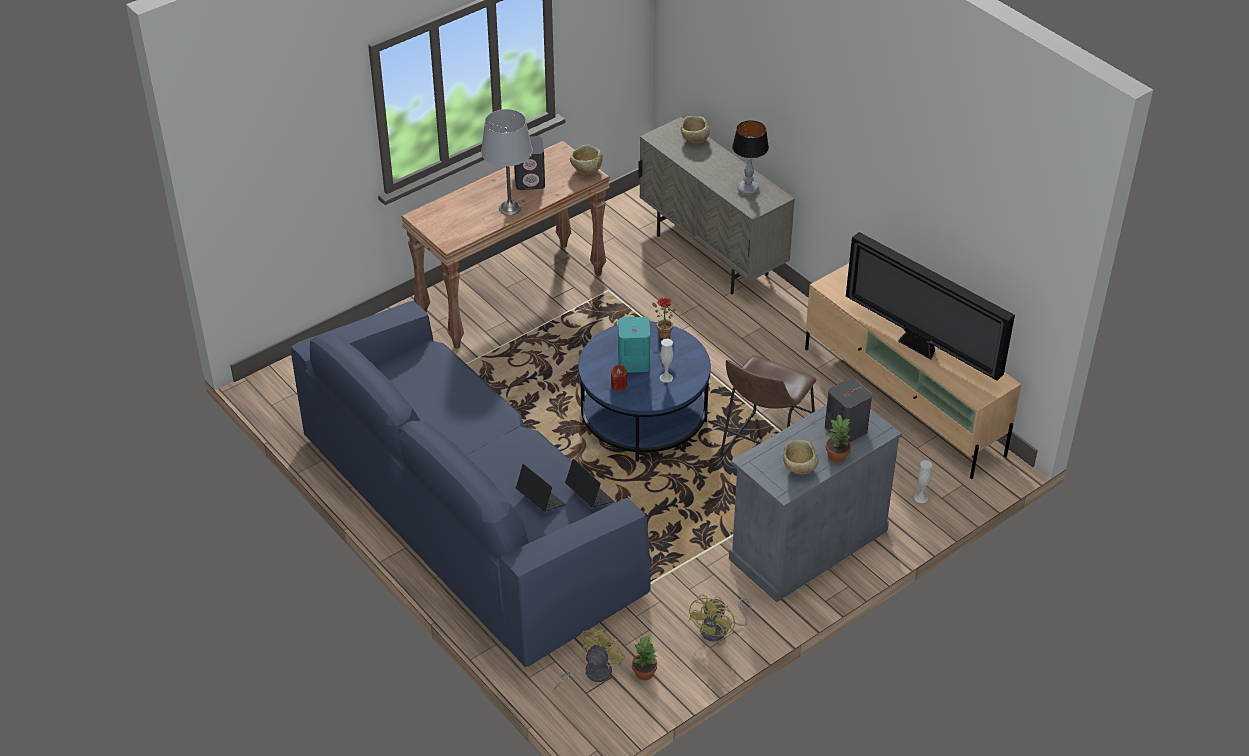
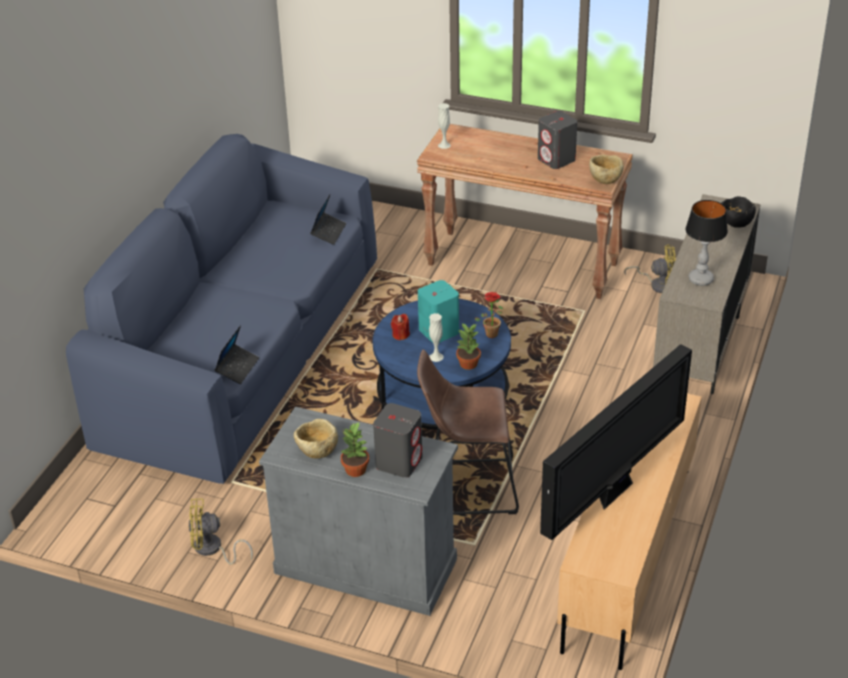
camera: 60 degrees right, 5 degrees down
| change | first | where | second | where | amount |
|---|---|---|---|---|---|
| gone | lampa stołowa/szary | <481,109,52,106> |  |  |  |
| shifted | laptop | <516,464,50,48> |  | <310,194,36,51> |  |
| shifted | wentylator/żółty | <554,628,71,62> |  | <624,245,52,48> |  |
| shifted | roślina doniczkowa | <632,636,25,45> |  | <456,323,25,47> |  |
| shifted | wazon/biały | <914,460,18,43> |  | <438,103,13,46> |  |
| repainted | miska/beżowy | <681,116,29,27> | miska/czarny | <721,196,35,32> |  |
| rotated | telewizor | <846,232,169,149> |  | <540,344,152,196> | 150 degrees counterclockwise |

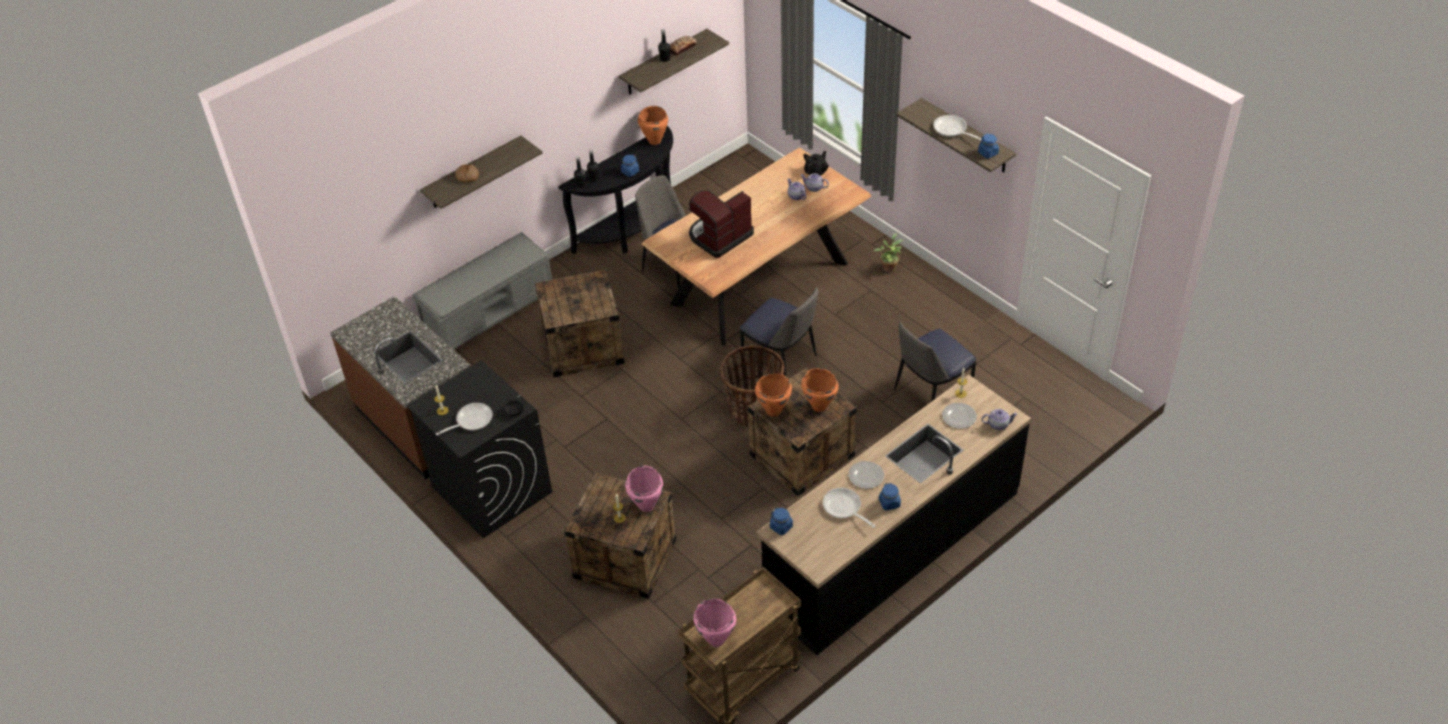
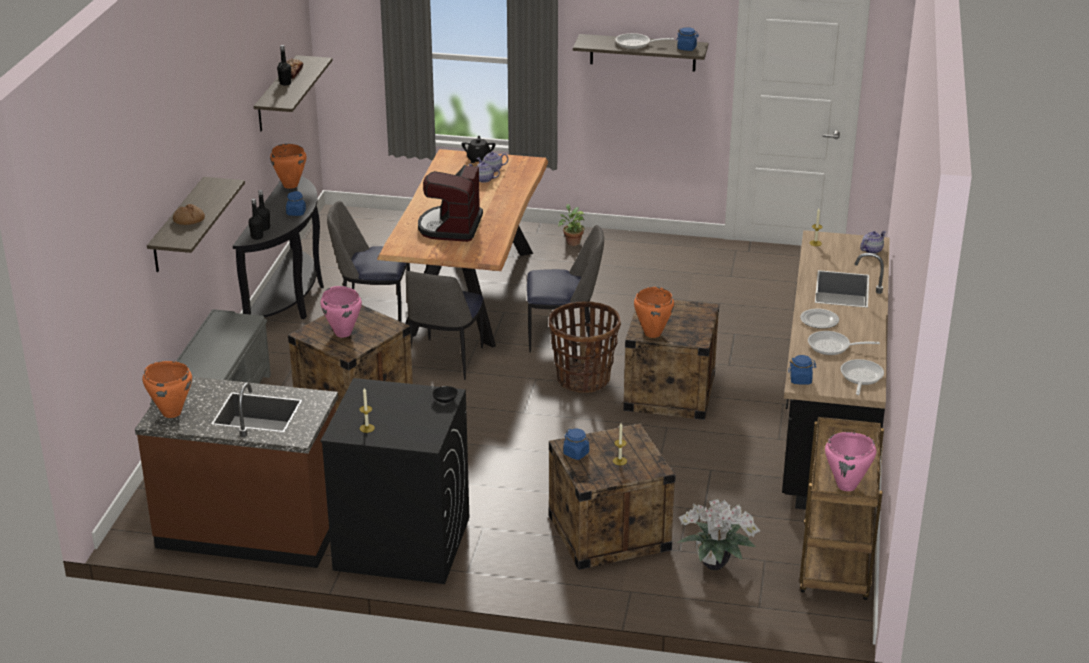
camera: 40 degrees left, 15 degrees down
| change | first | where | second | where | amount |
|---|---|---|---|---|---|
| gone | talerz | <942,403,35,26> |  |  |  |
| new |  |  | roślina doniczkowa | <677,499,83,71> |  |
| shifted | patelnia | <436,403,57,32> |  | <841,359,43,36> |  |
| shifted | garnek/różowy | <625,466,38,46> |  | <320,286,42,52> |  |
| shifted | garnek/pomarańczowy | <801,368,38,44> |  | <143,361,49,57> |  |
| shifted | słoik/niebieski | <879,483,22,28> |  | <563,429,26,31> |  |
| shifted | krzesło | <894,322,82,80> |  | <406,271,78,109> |  |

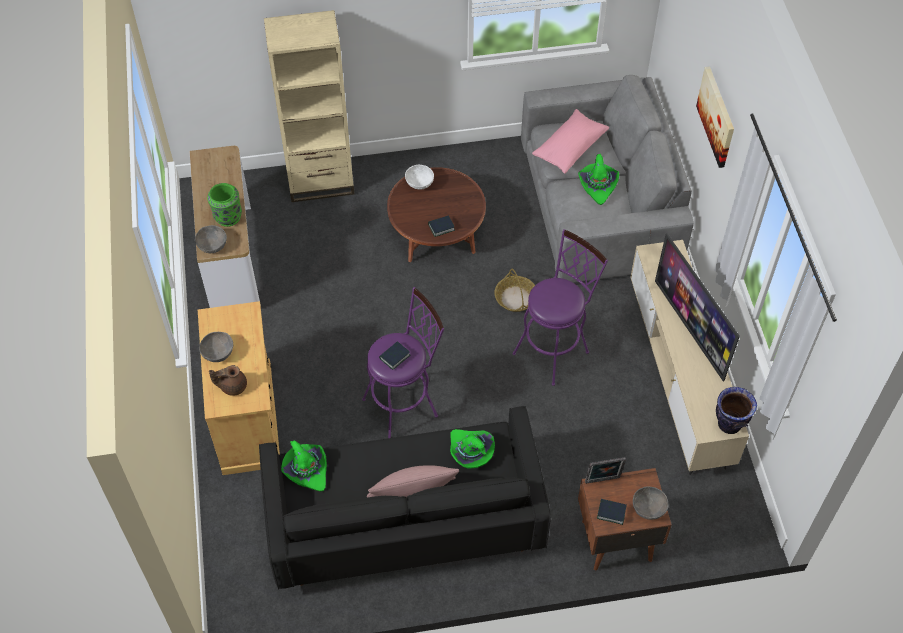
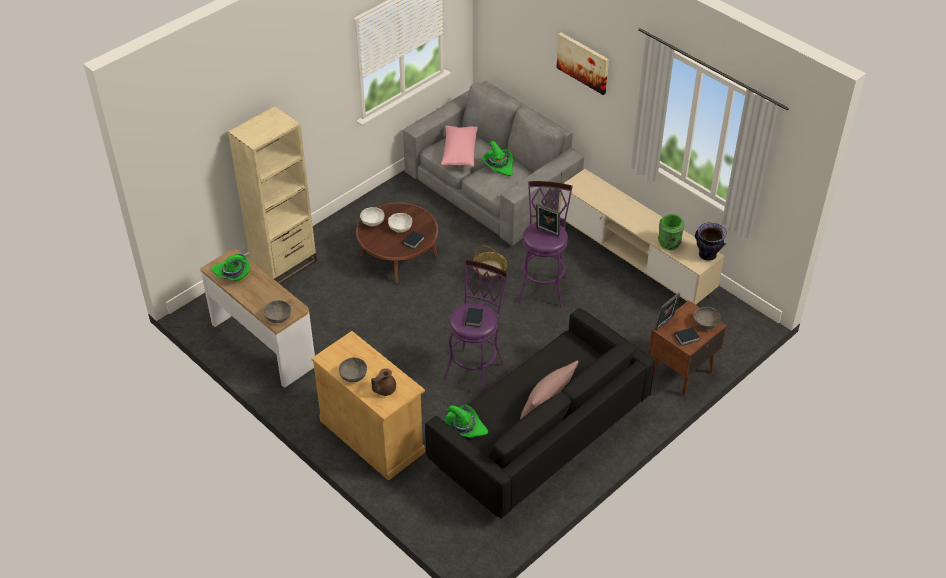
camera: 35 degrees left, 10 degrees down
| change | first | where | second | where | amount |
|---|---|---|---|---|---|
| gone | telewizor | <655,233,85,149> |  |  |  |
| new |  |  | miska/biały | <388,213,24,20> |  |
| new |  |  | ramka na zdjęcie | <536,204,24,33> |  |
| shifted | wazon/zielony | <207,183,35,44> |  | <658,214,27,36> |  |
| shifted | kapelusz/zielony | <450,429,45,40> |  | <211,254,40,27> |  |

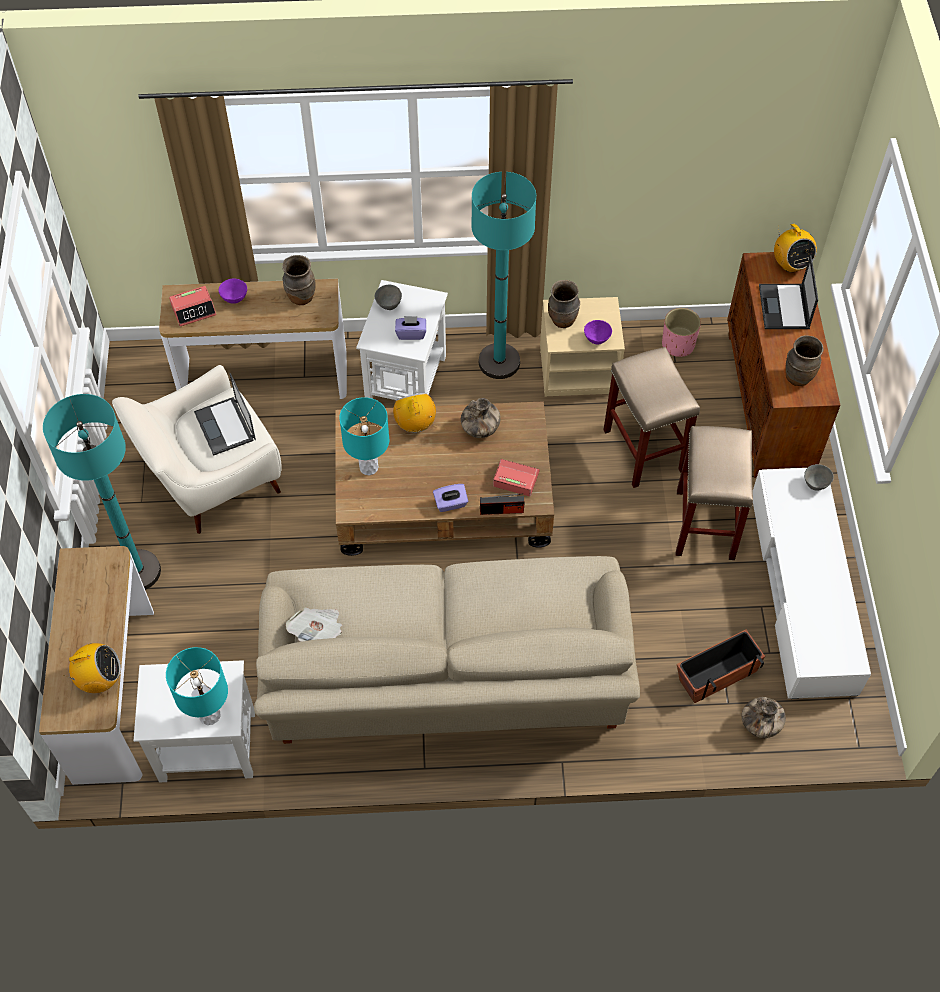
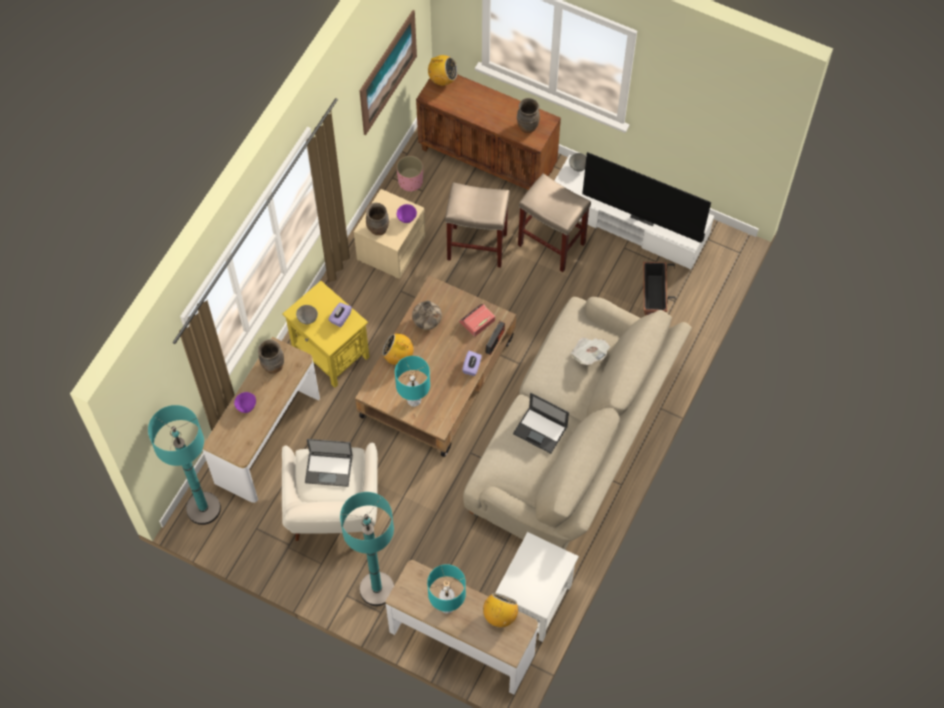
camera: 60 degrees left, 5 degrees up
| change | first | where | second | where | amount |
|---|---|---|---|---|---|
| gone | budzik | <169,286,47,40> |  |  |  |
| gone | wazon | <742,697,44,41> |  |  |  |
| new |  |  | obraz | <359,10,58,125> |  |
| new |  |  | telewizor | <582,152,129,91> |  |
| shifted | lampa stołowa/turkusowy | <166,647,62,78> |  | <427,564,39,50> |  |
| shifted | gazeta | <286,608,56,34> |  | <570,337,40,28> |  |
| shifted | lampa stojąca/turkusowy | <471,172,65,207> |  | <148,405,73,120> |  |
| shifted | laptop | <759,255,59,74> |  | <513,393,56,61> |  |
| repainted | stolik/biały | <356,280,92,120> | stolik/żółty | <282,281,87,107> |  |

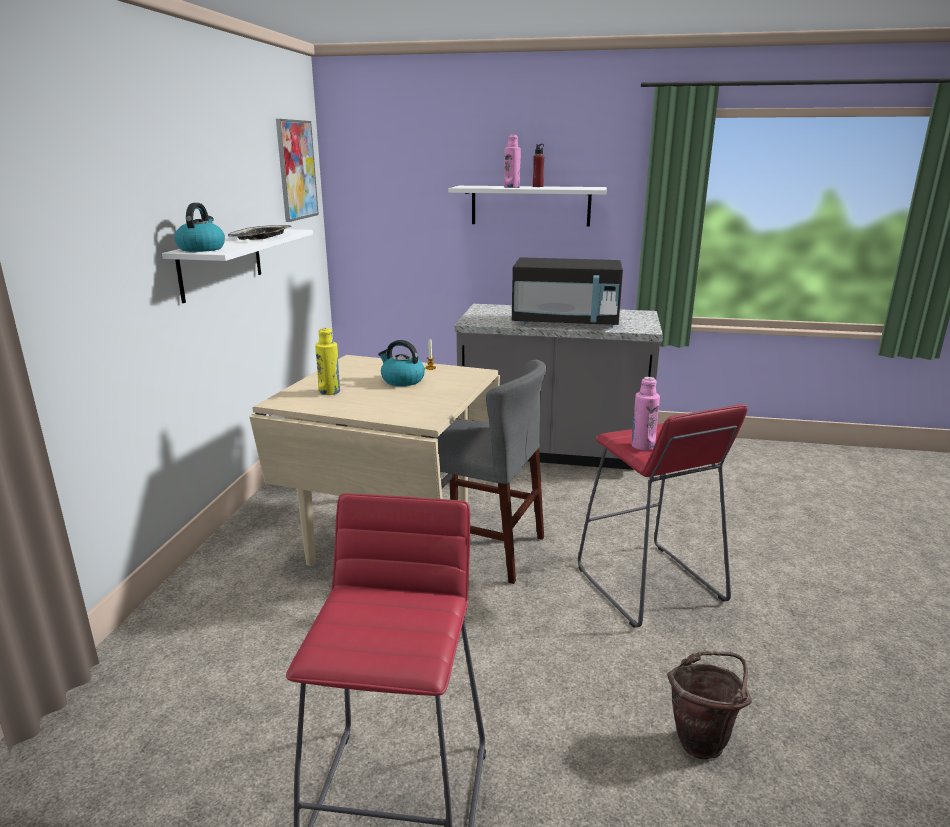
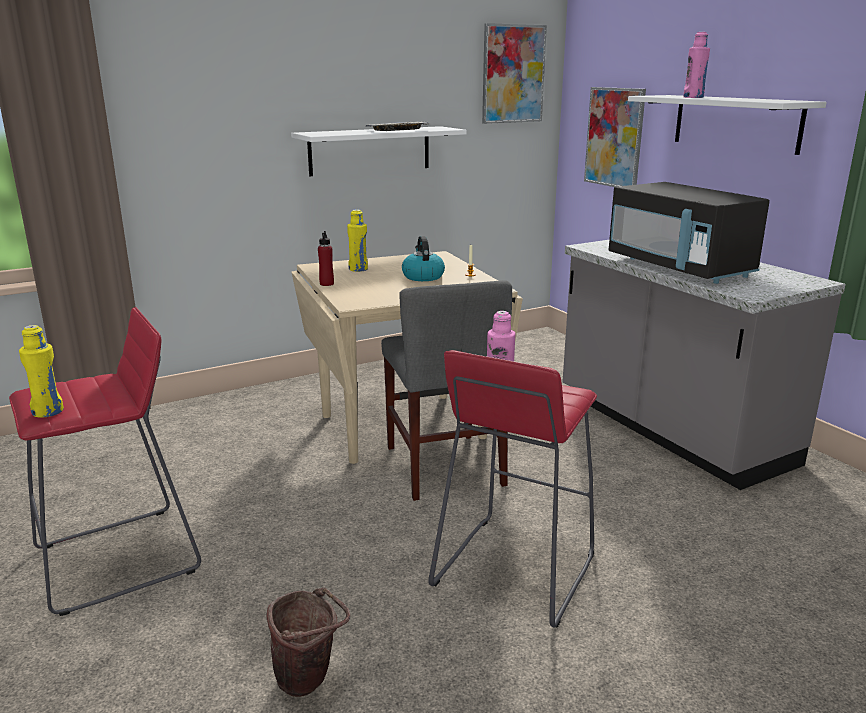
camera: 50 degrees right, 0 degrees up
| change | first | where | second | where | amount |
|---|---|---|---|---|---|
| gone | czajnik | <175,203,50,49> |  |  |  |
| new |  |  | butelka/żółty | <19,325,45,93> |  |
| new |  |  | obraz | <584,87,62,100> |  |
| shifted | butelka/czerwony | <533,144,11,43> |  | <318,231,16,55> |  |

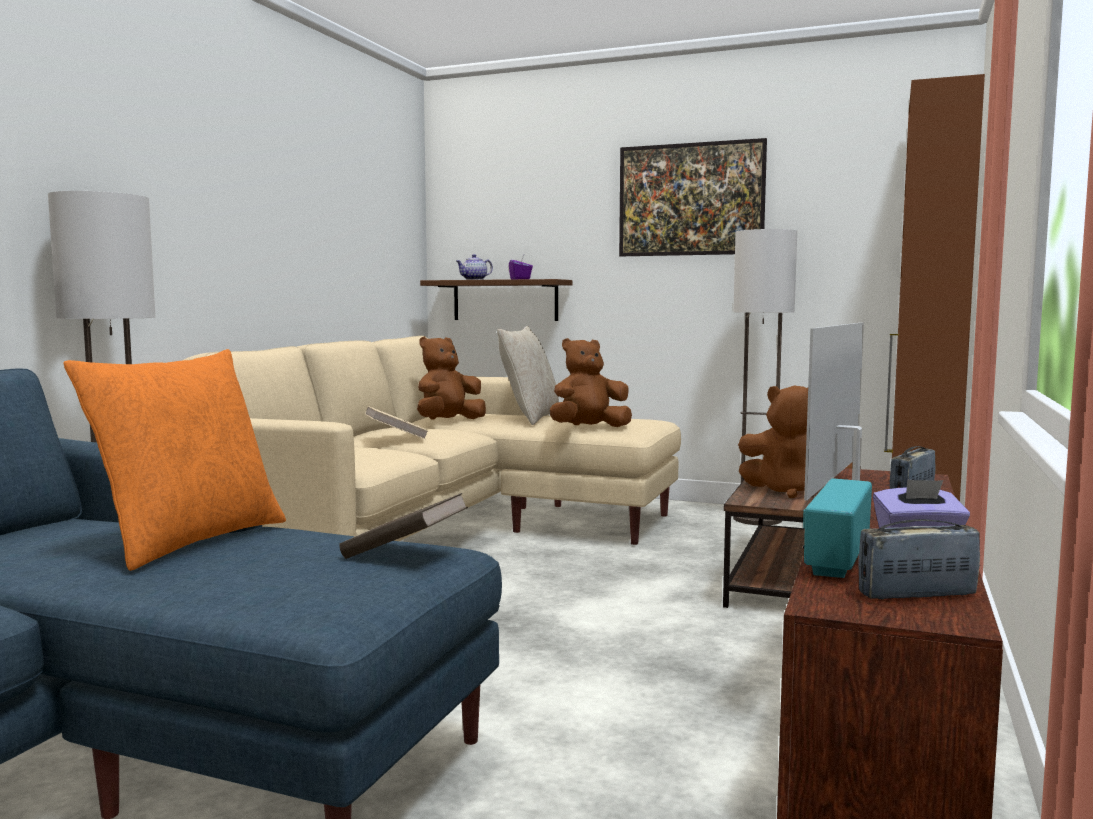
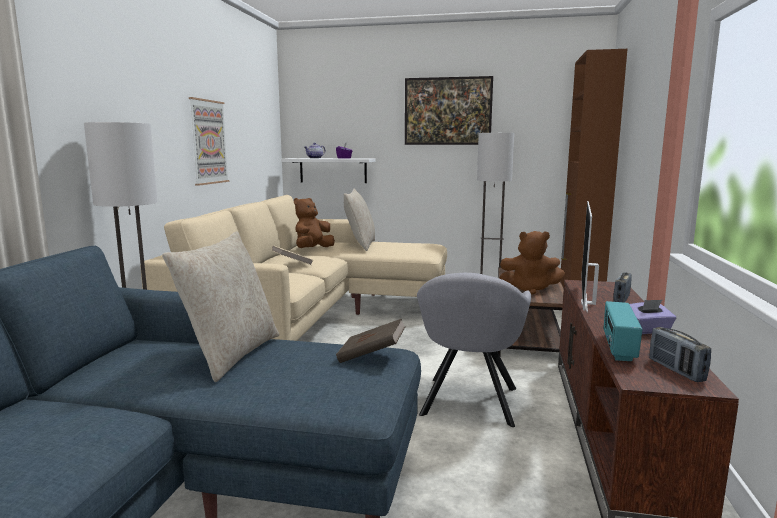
camera: 10 degrees left, 5 degrees up
| change | first | where | second | where | amount |
|---|---|---|---|---|---|
| gone | pluszak/brązowy | <550,338,82,89> |  |  |  |
| new |  |  | obraz | <189,97,40,89> |  |
| new |  |  | fotel/szary | <417,273,114,154> |  |
| repainted | poduszka/pomarańczowy | <63,349,223,222> | poduszka/beżowy | <162,231,117,151> |  |
| repainted | półka/brązowy | <420,279,153,42> | półka/biały | <281,158,95,25> |  |
| rotated | radio | <859,519,121,81> |  | <649,327,62,55> | 90 degrees counterclockwise |

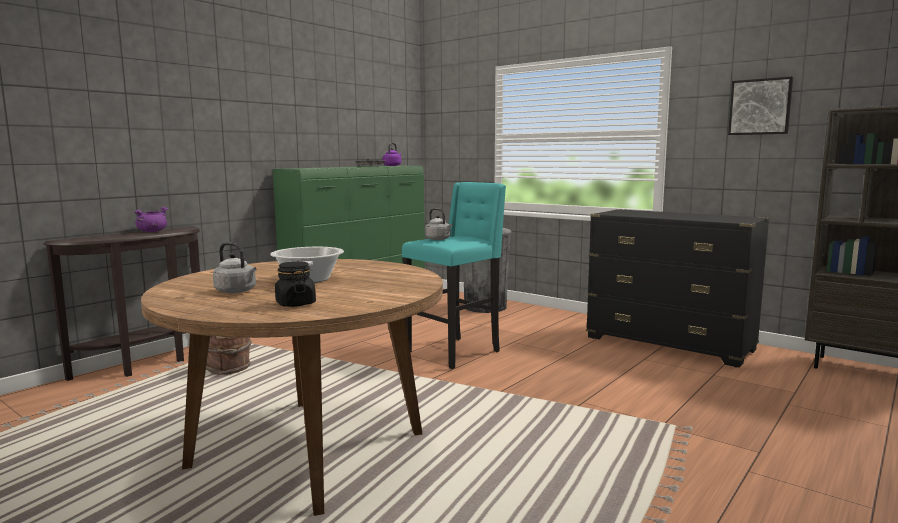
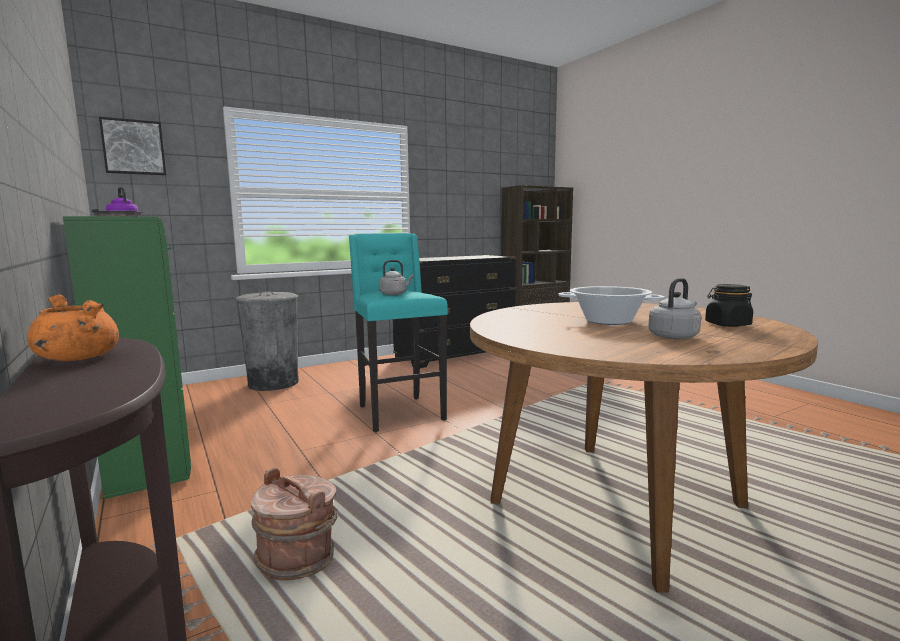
camera: 70 degrees left, 0 degrees up
| change | first | where | second | where | amount |
|---|---|---|---|---|---|
| shifted | obraz | <728,77,65,58> |  | <99,117,67,58> |  |
| repainted | garnek/fioletowy | <135,207,33,25> | garnek/pomarańczowy | <27,294,92,67> |  |

